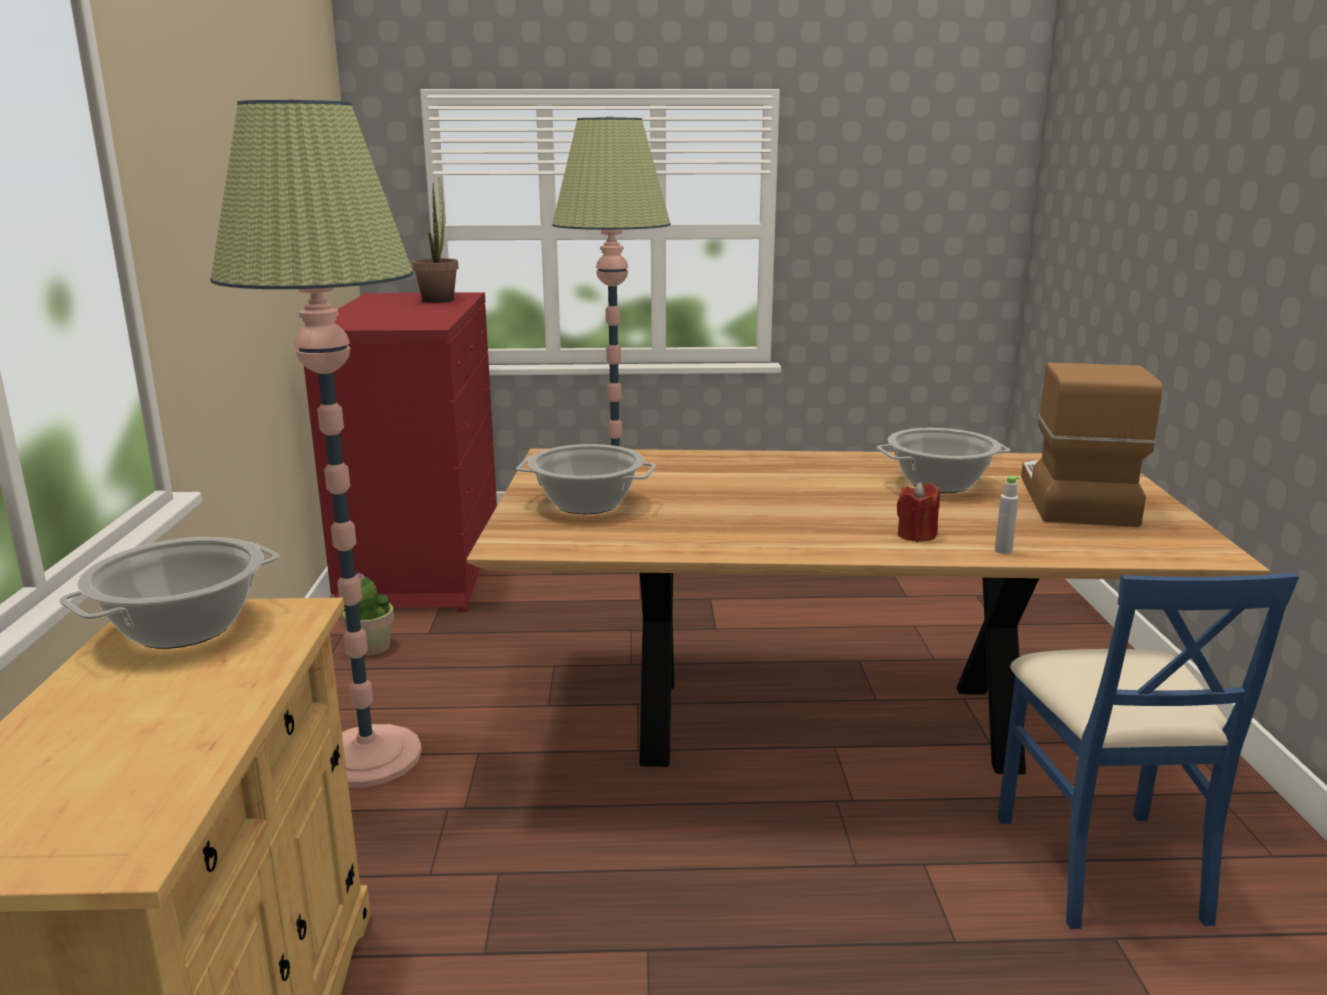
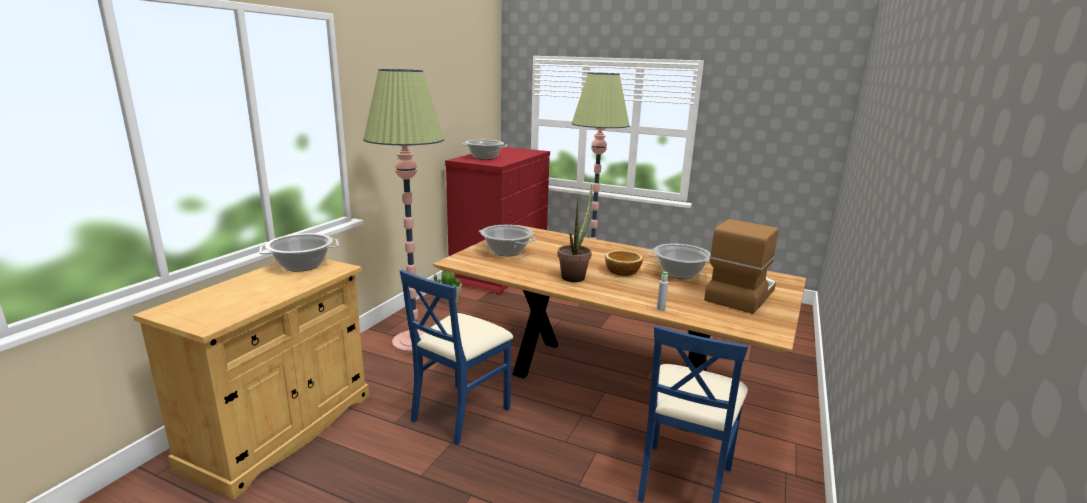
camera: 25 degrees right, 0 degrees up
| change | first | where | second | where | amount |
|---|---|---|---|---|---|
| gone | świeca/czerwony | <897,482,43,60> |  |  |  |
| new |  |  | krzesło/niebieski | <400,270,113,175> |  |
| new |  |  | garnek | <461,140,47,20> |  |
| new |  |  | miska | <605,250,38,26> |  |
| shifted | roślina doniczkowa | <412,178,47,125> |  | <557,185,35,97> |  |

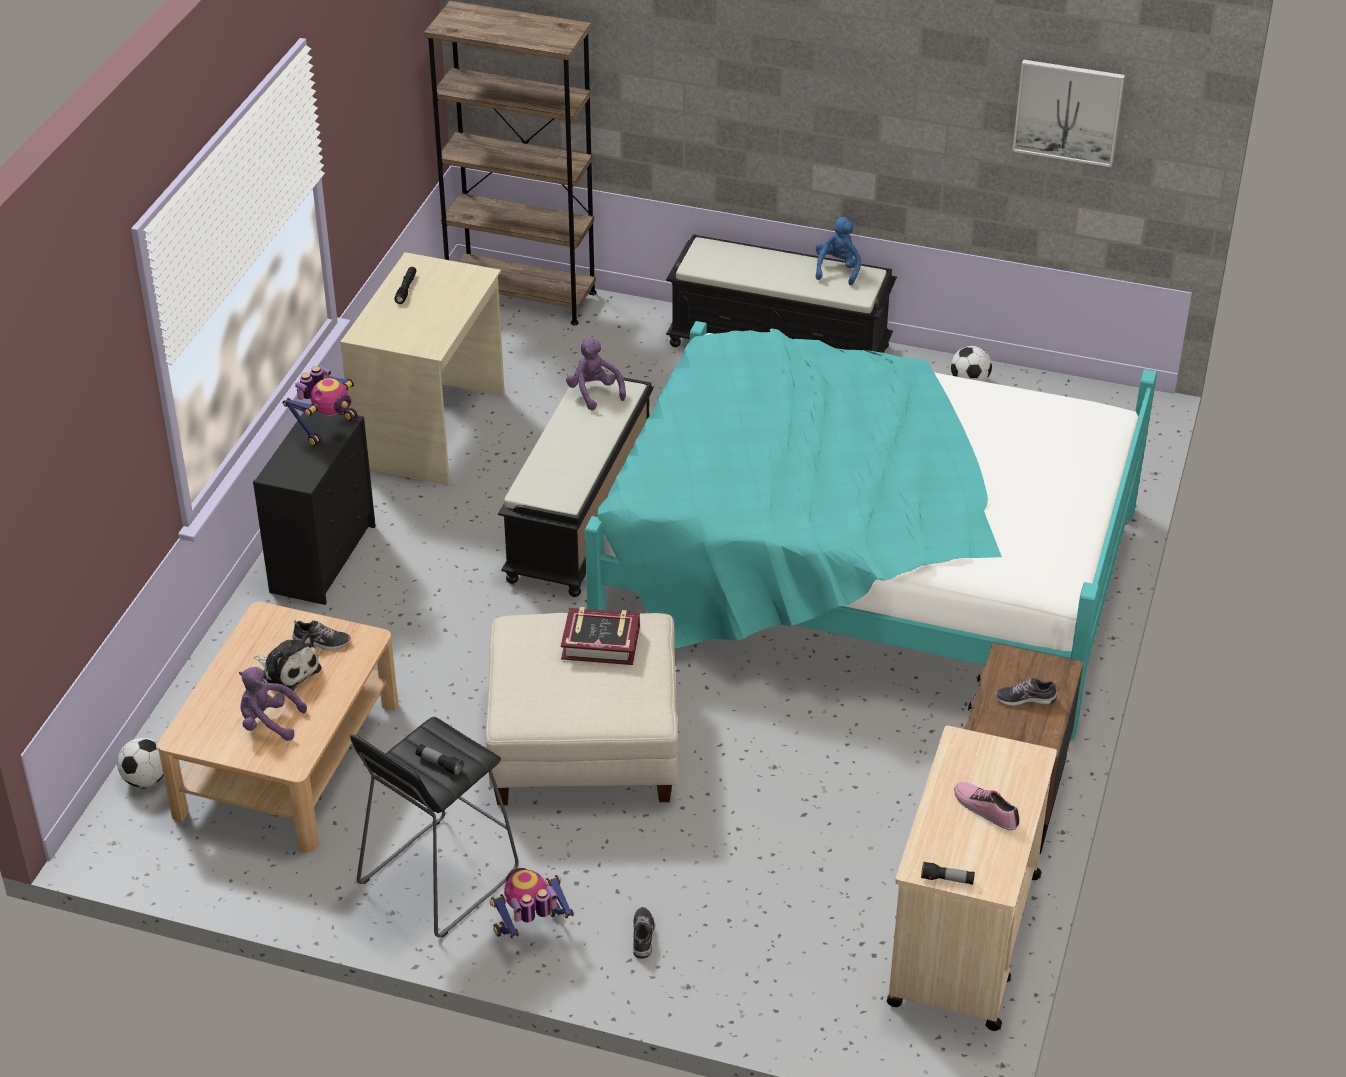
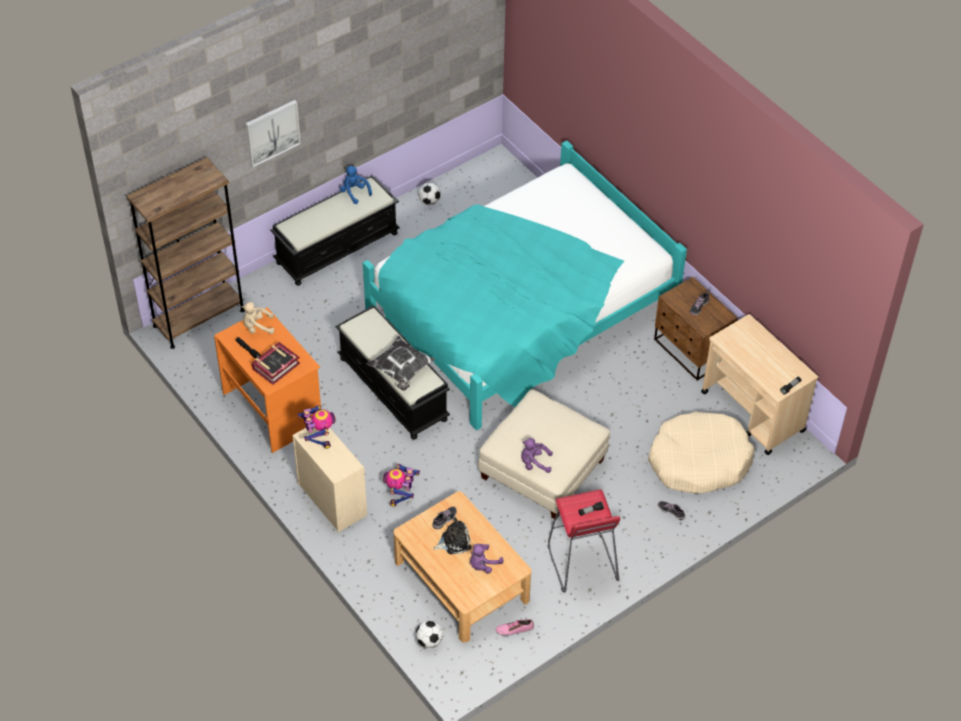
camera: 55 degrees left, 10 degrees up
| change | first | where | second | where | amount |
|---|---|---|---|---|---|
| new |  |  | pluszak/beżowy | <242,302,32,32> |  |
| new |  |  | poduszka | <367,336,68,55> |  |
| new |  |  | legowisko/beżowy | <648,411,107,83> |  |
| shifted | robot zabawkowy | <490,868,84,70> |  | <383,464,37,43> |  |
| shifted | książka | <561,607,79,58> |  | <252,342,48,43> |  |
| shifted | pluszak/fioletowy | <566,338,60,72> |  | <521,438,32,35> |  |
| shifted | but | <954,782,66,48> |  | <496,619,38,17> |  |
| shifted | obraz | <1012,60,113,107> |  | <246,100,55,67> |  |
| repainted | komoda/czarny | <253,411,123,194> | komoda/beżowy | <292,427,75,105> |  |
| repainted | biurko/beżowy | <340,252,165,234> | biurko/pomarańczowy | <214,307,107,146> |  |
| repainted | stołek/czarny | <350,717,169,221> | stołek/czerwony | <548,489,72,104> |  |

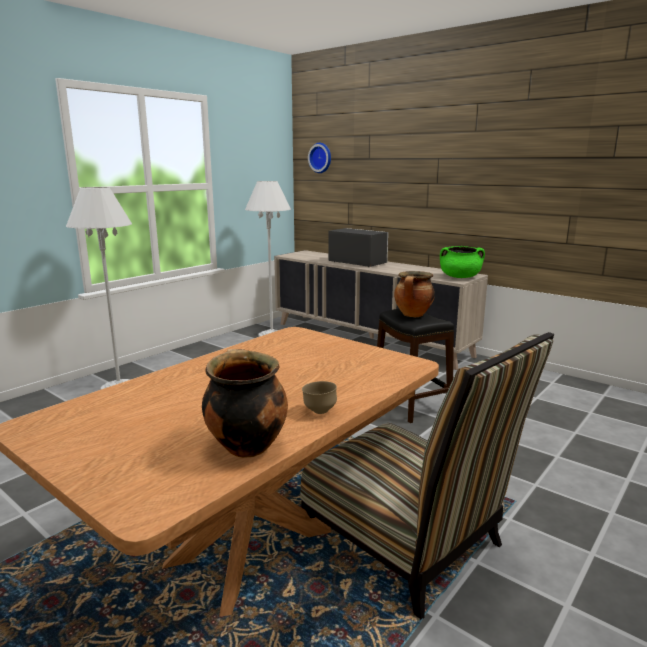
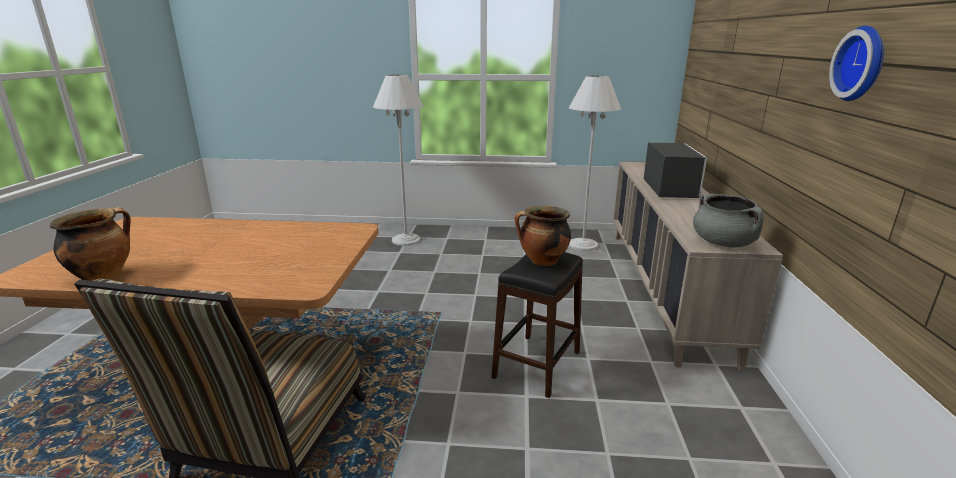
camera: 55 degrees right, 5 degrees up
| change | first | where | second | where | amount |
|---|---|---|---|---|---|
| gone | miska/brązowy | <302,381,35,33> |  |  |  |
| shifted | zegar ścienny | <308,143,23,30> |  | <829,26,55,75> |  |
| repainted | garnek/zielony | <440,246,45,32> | garnek/szary | <693,194,71,54> |  |

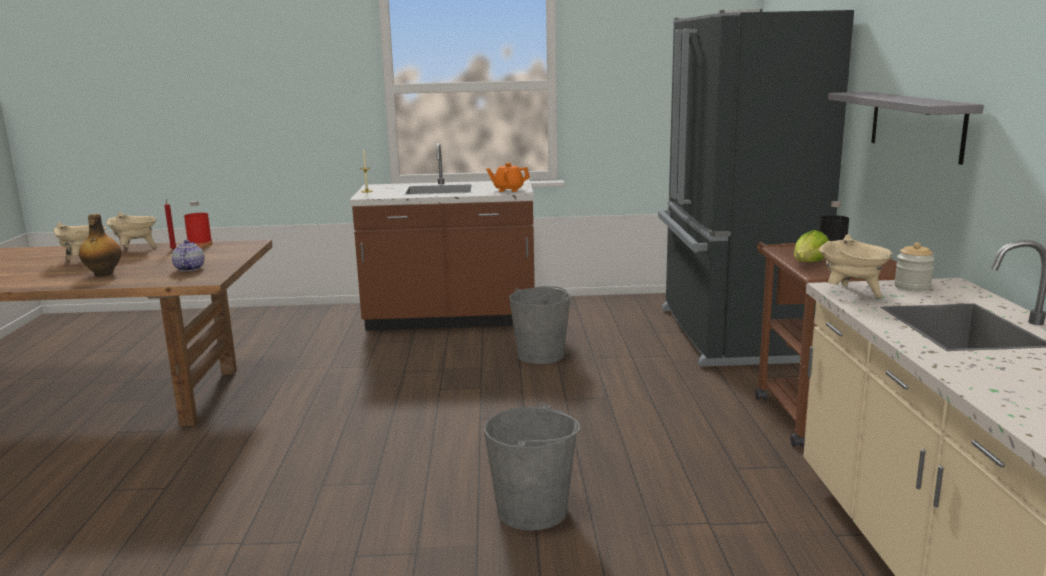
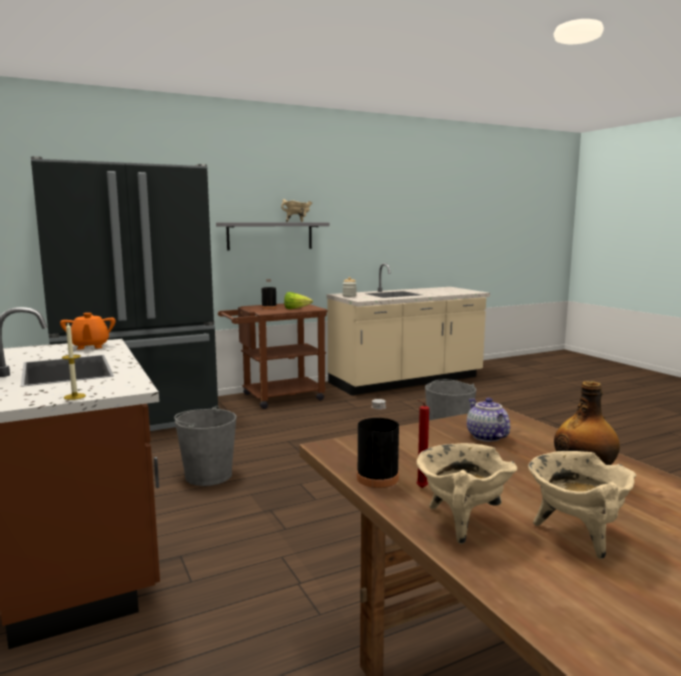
camera: 115 degrees left, 5 degrees down
| change | first | where | second | where | amount |
|---|---|---|---|---|---|
| shifted | garnek/beżowy | <819,234,74,64> |  | <281,199,31,23> |  |
| repainted | butelka/czerwony | <184,201,28,47> | butelka/czarny | <357,399,42,89> |  |
| rotated | imbryk | <172,240,33,31> |  | <467,398,43,44> | 105 degrees clockwise |

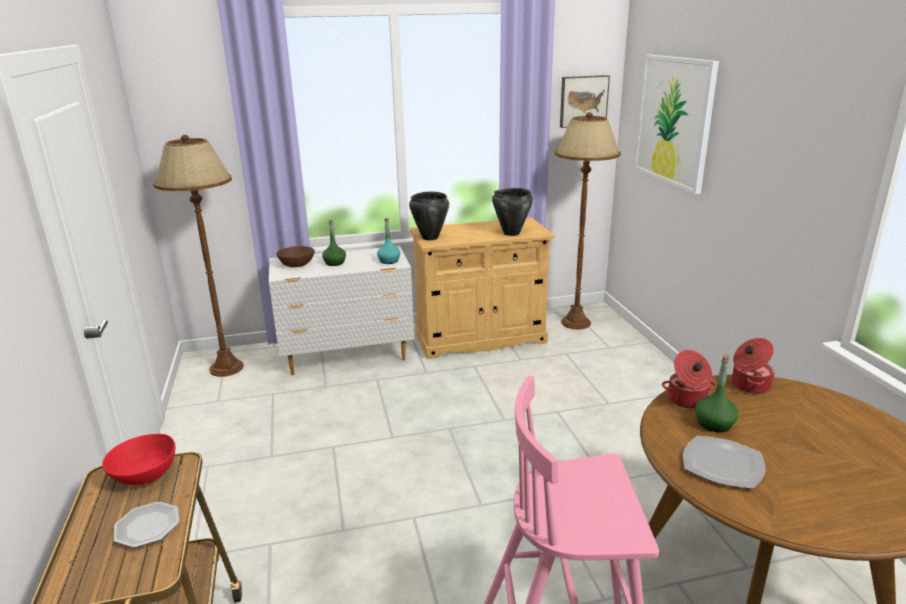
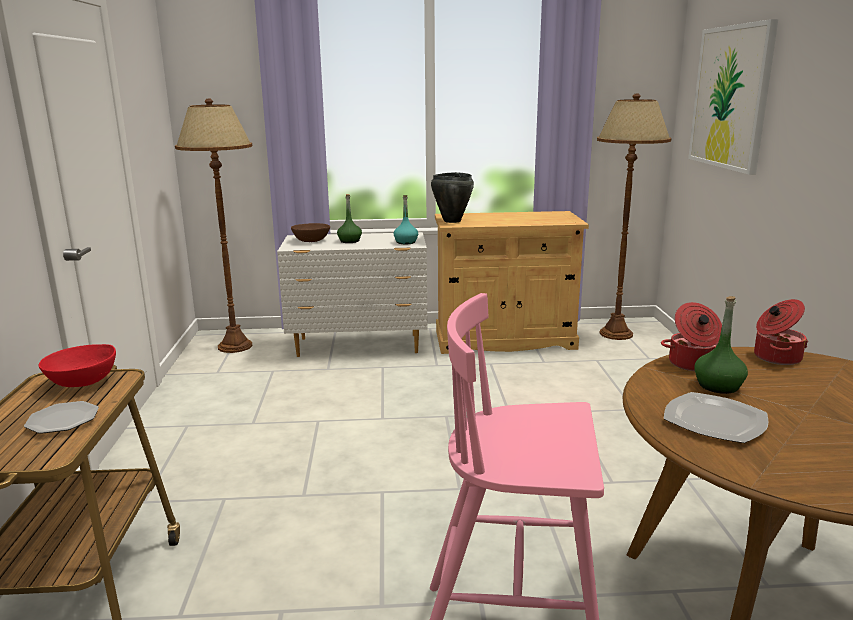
camera: 10 degrees right, 5 degrees down
| change | first | where | second | where | amount |
|---|---|---|---|---|---|
| gone | garnek/czarny | <492,188,41,48> |  |  |  |
| gone | obraz | <560,75,50,53> |  |  |  |

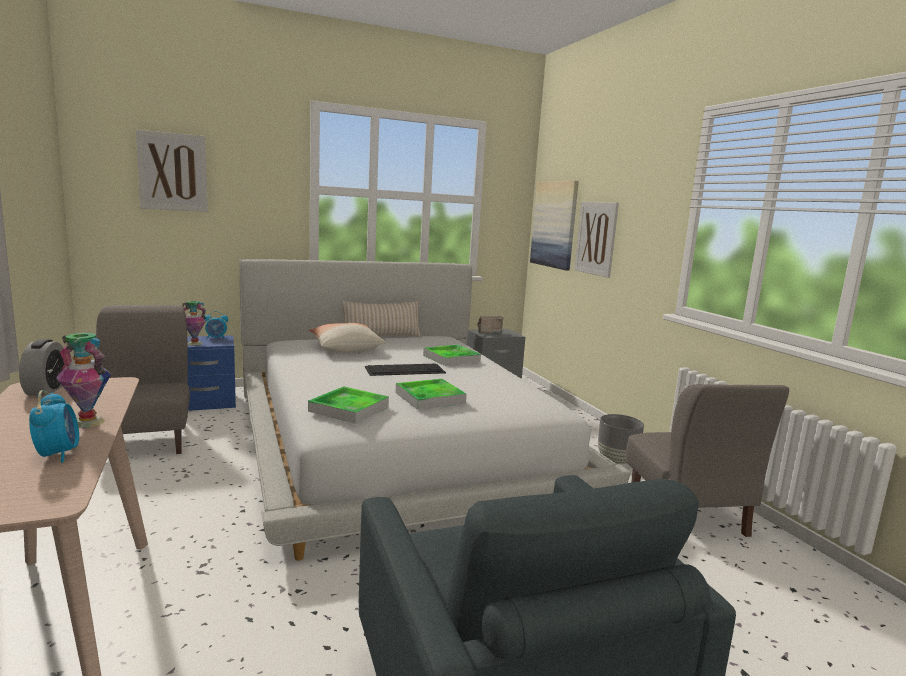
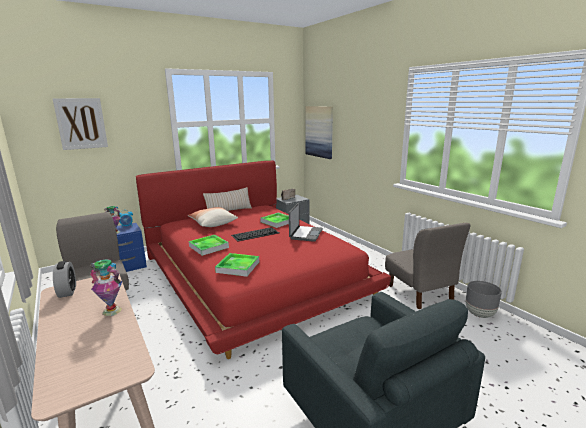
camera: 10 degrees left, 5 degrees up
| change | first | where | second | where | amount |
|---|---|---|---|---|---|
| gone | budzik | <29,390,50,73> |  |  |  |
| gone | obraz | <574,202,45,76> |  |  |  |
| new |  |  | laptop | <289,203,34,39> |  |
| shifted | taca | <396,379,70,31> |  | <189,235,40,21> |  |
| shifted | donica/szary | <598,414,46,50> |  | <466,281,36,37> |  |
| repainted | łóżko/biały | <239,259,391,302> | łóżko/czerwony | <136,161,255,198> |  |

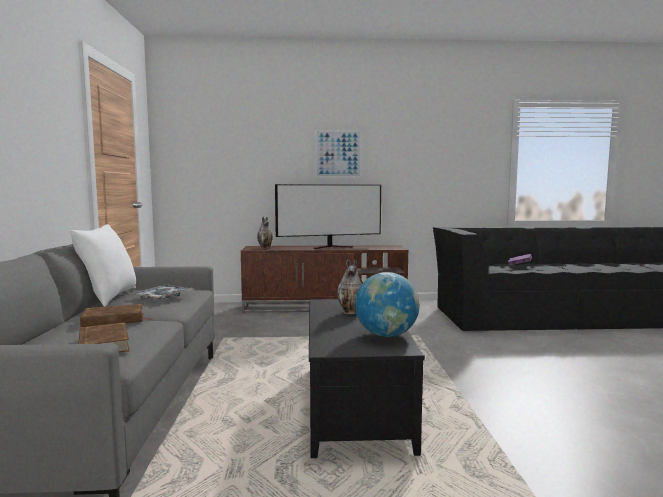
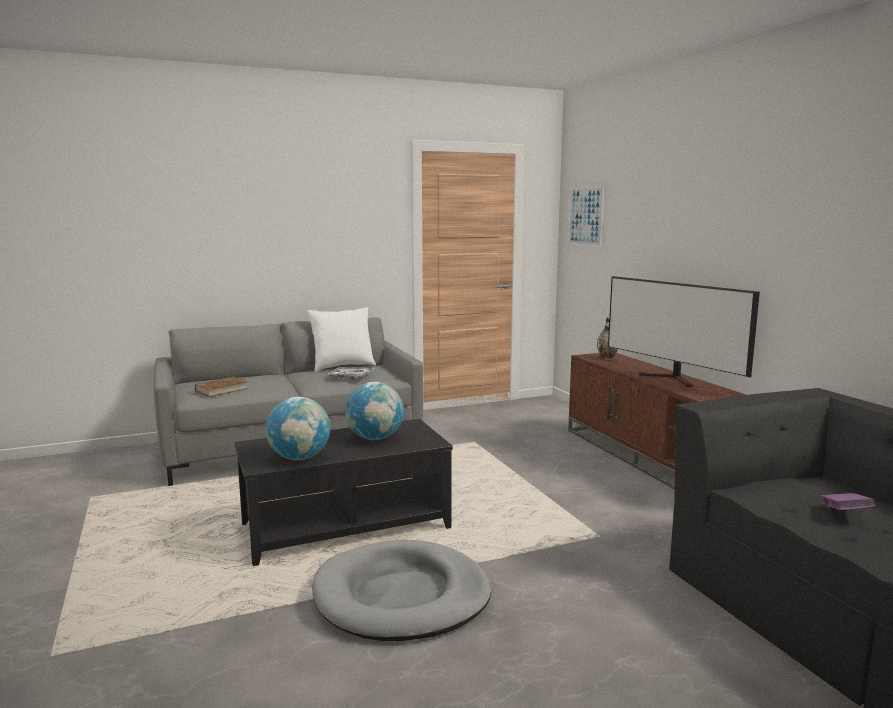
camera: 70 degrees right, 5 degrees up
| change | first | where | second | where | amount |
|---|---|---|---|---|---|
| gone | książka/brązowy | <80,304,67,23> |  |  |  |
| new |  |  | legowisko/szary | <312,540,179,101> |  |
| shifted | obraz | <315,130,47,48> |  | <568,186,36,61> |  |
| swapped | wazon | <337,259,25,55> | globus | <345,382,59,58> |  |

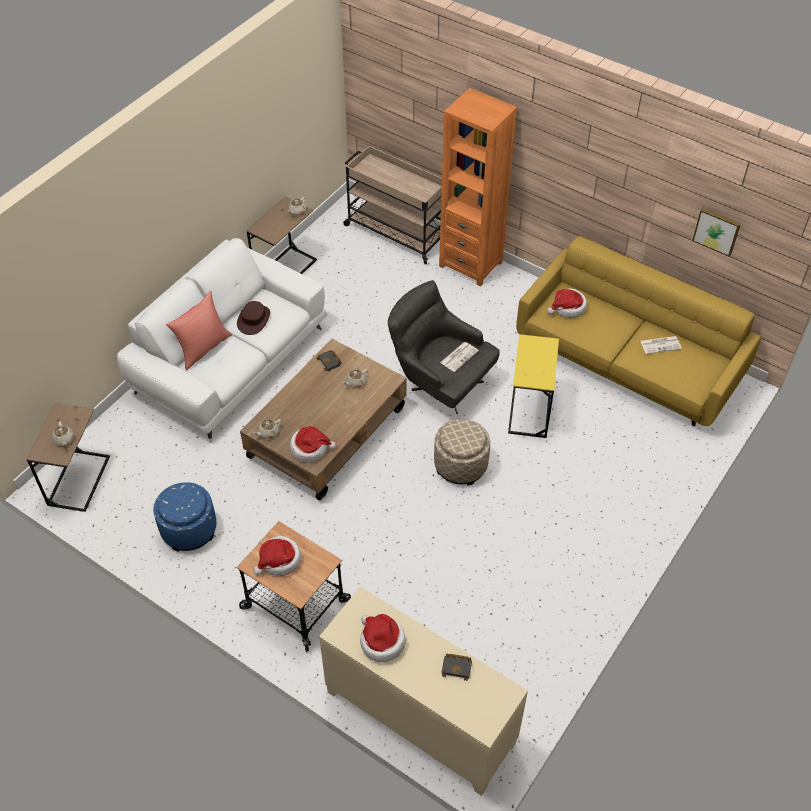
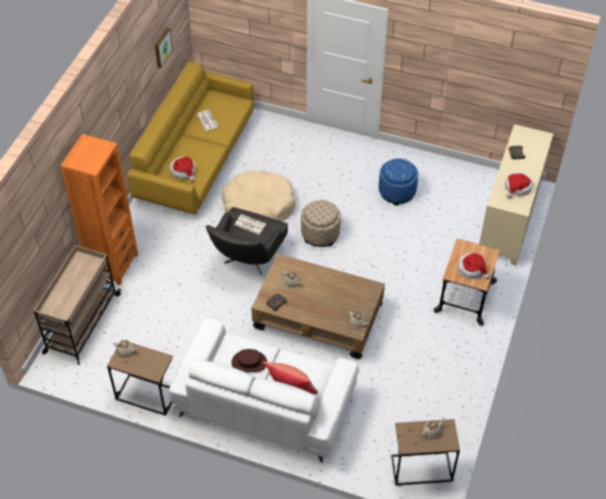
camera: 105 degrees left, 0 degrees up
| change | first | where | second | where | amount |
|---|---|---|---|---|---|
| gone | kapelusz | <290,426,46,37> |  |  |  |
| shifted | pufa/niebieski | <154,482,63,70> |  | <379,158,39,47> |  |
| swapped | stolik/żółty | <508,334,51,104> | legowisko/beżowy | <222,171,74,50> |  |

